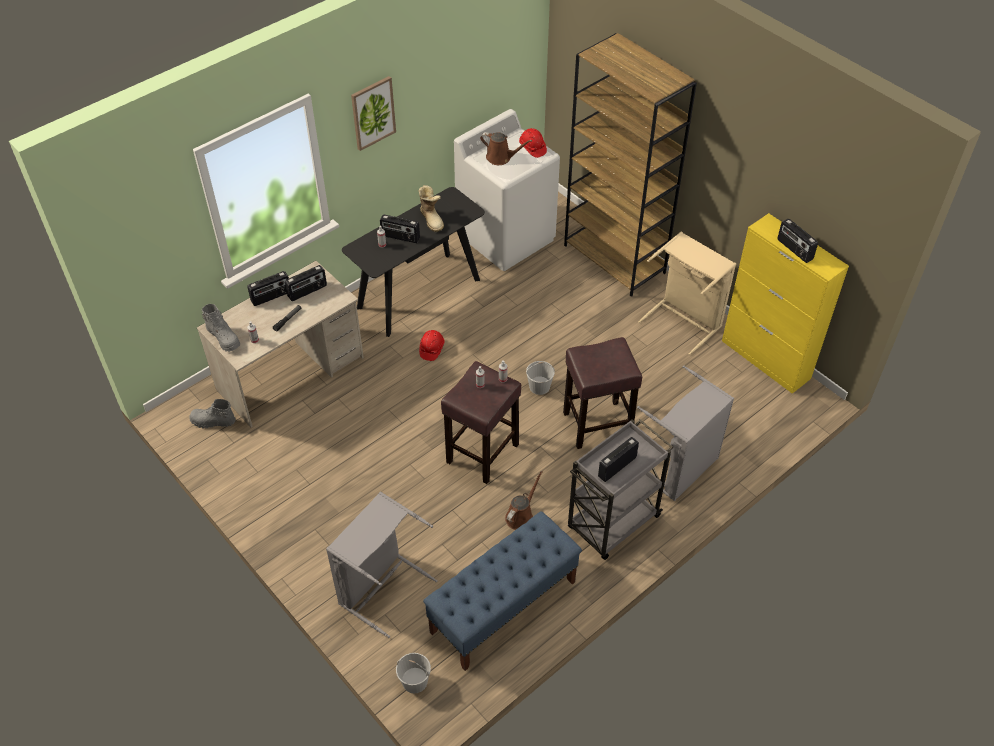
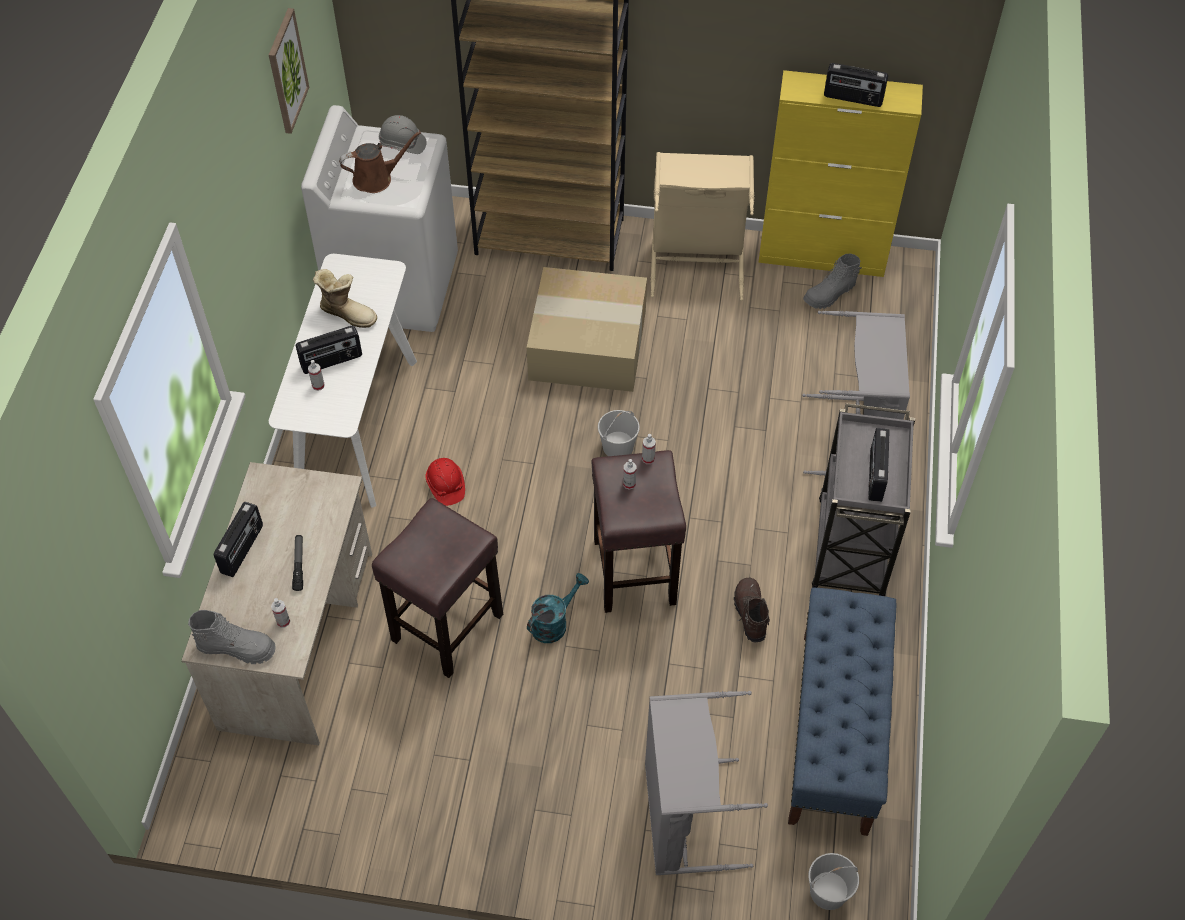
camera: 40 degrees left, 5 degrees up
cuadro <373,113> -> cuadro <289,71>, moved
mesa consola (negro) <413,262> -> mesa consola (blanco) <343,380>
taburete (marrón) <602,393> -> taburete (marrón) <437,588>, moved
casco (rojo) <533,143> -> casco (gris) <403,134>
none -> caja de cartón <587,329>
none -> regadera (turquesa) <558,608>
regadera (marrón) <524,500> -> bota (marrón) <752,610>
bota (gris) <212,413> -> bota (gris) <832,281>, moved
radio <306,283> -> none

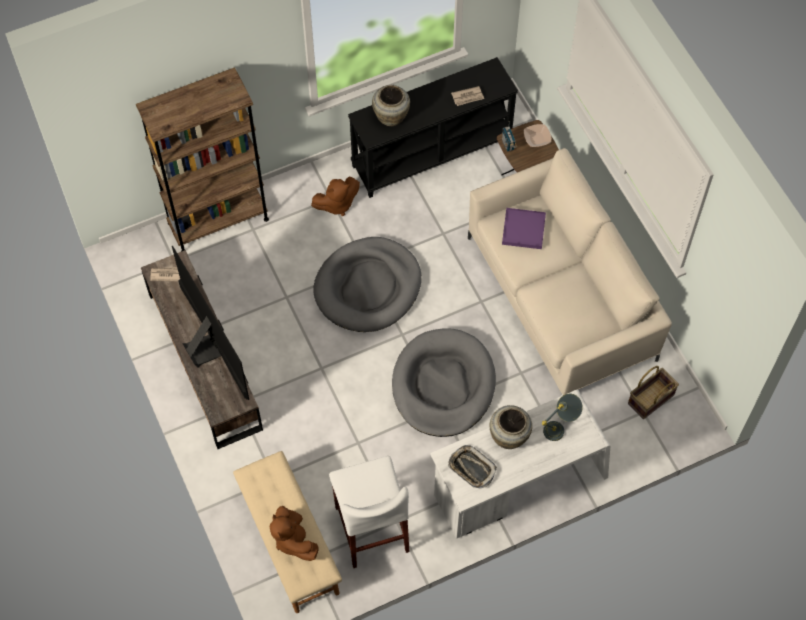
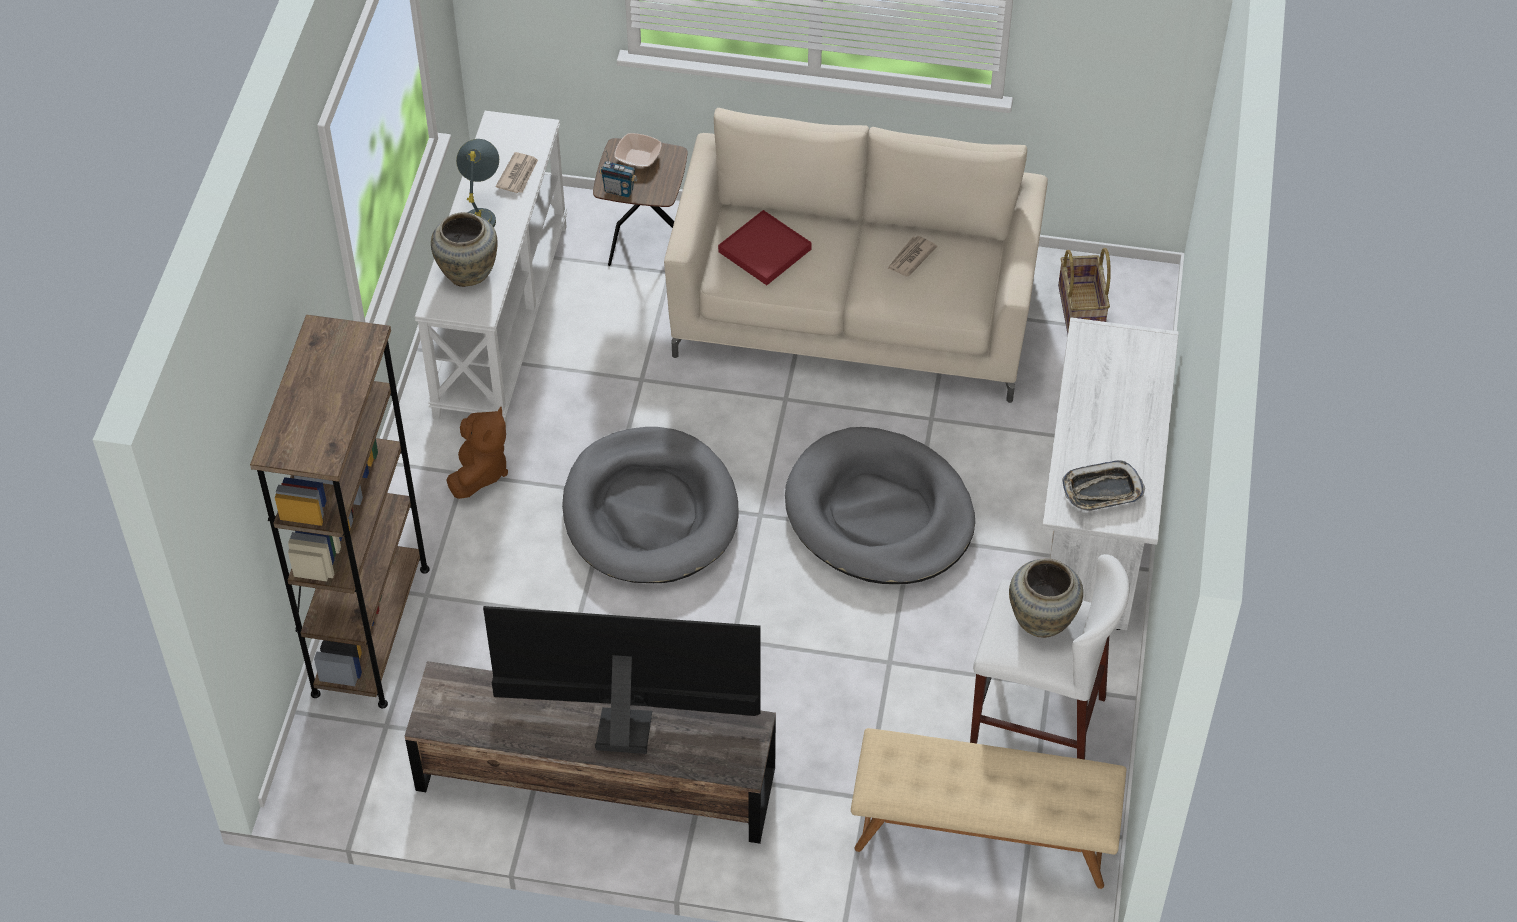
camera: 55 degrees left, 10 degrees down
mesa consola (negro) <433,127> -> mesa consola (blanco) <491,269>
lámpara de mesa (gris) <562,417> -> lámpara de mesa (gris) <477,183>, moved
bandeja (morado) <524,228> -> bandeja (rojo) <765,247>
periódico <165,274> -> periódico <912,256>, moved
florero (beis) <511,427> -> florero (beis) <1046,598>, moved
peluche (marrón) <294,533> -> none

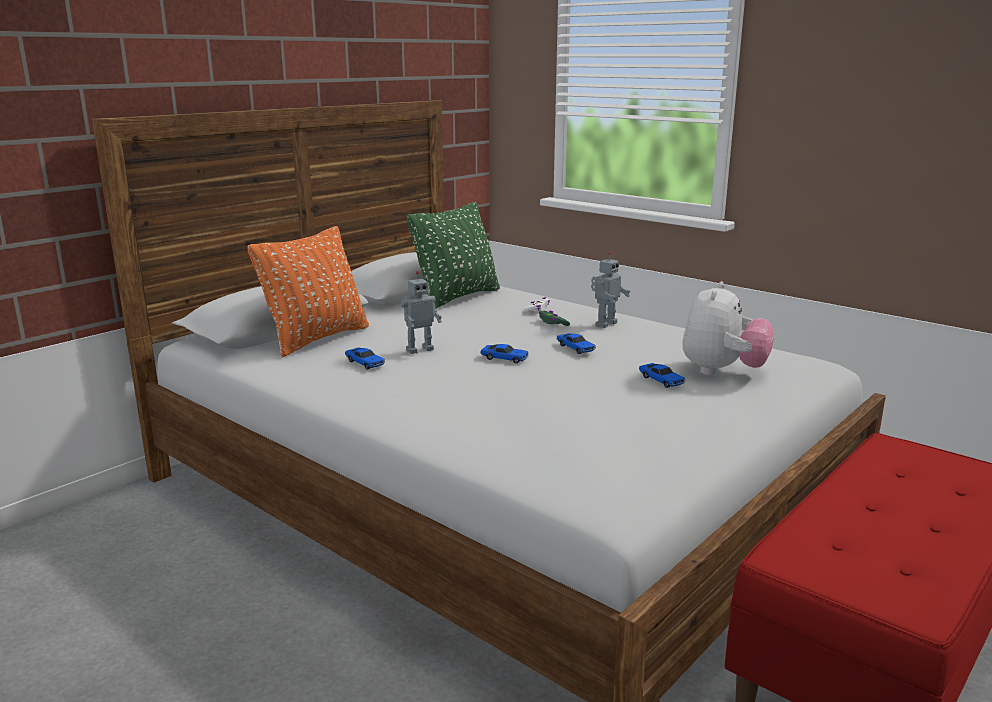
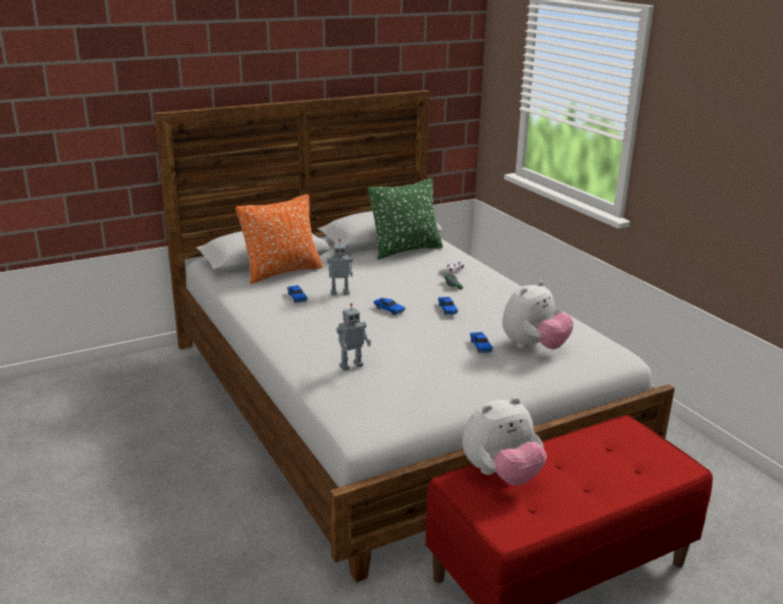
camera: 20 degrees right, 5 degrees up
robot de juguete <610,290> -> robot de juguete <353,337>, moved
none -> peluche <504,441>

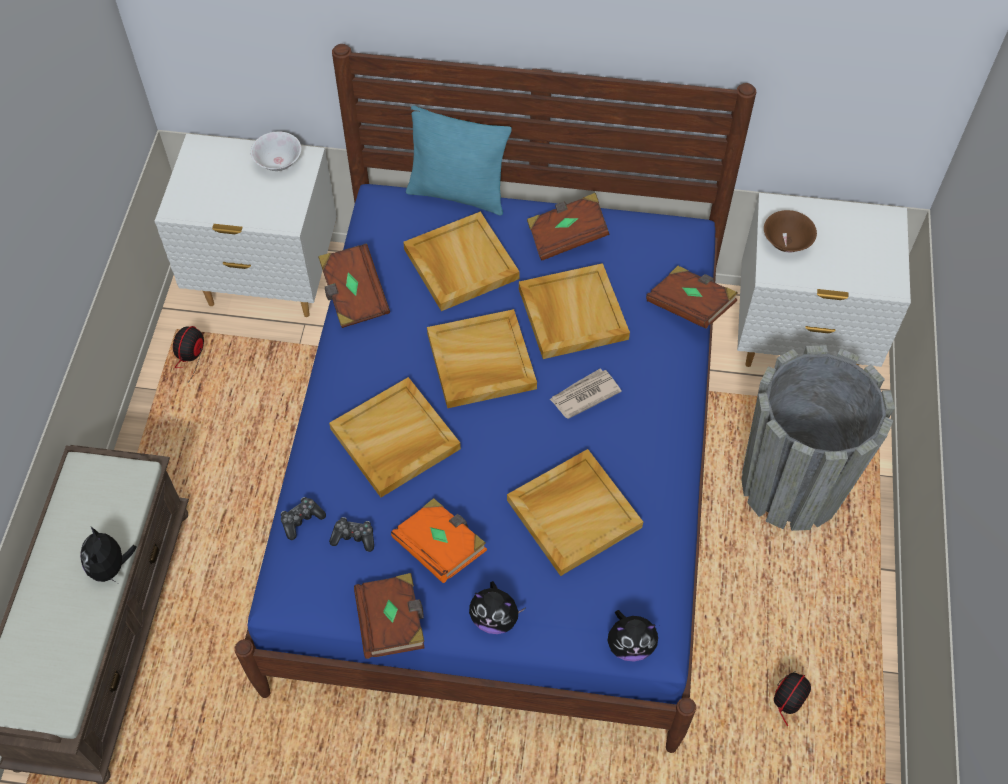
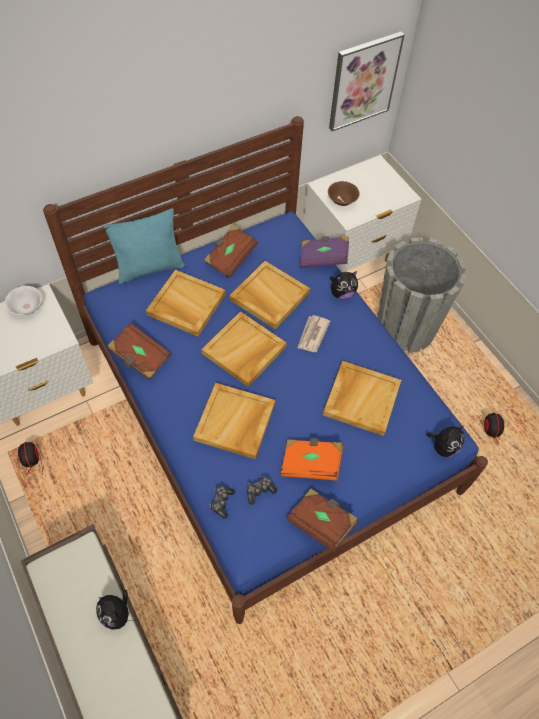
camera: 40 degrees left, 0 degrees up
libro (marrón) <691,297> -> libro (morado) <324,252>
none -> cuadro <367,81>
peluche <497,607> -> peluche <344,285>, moved

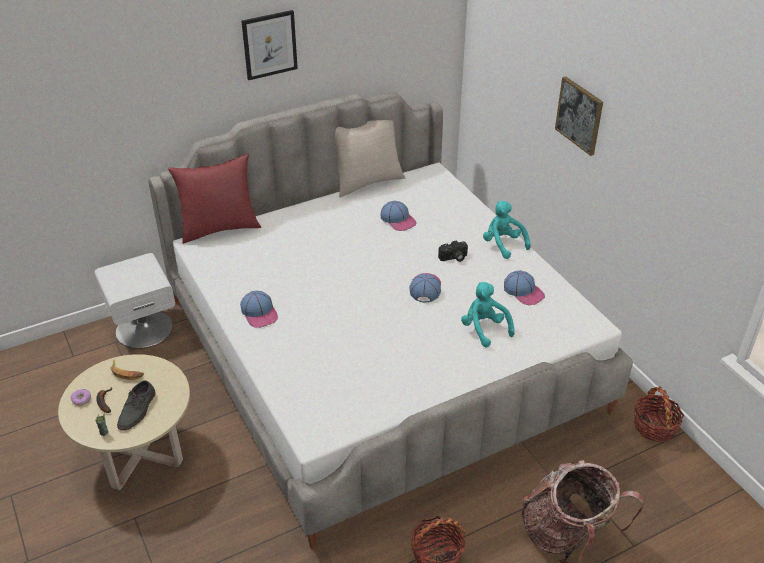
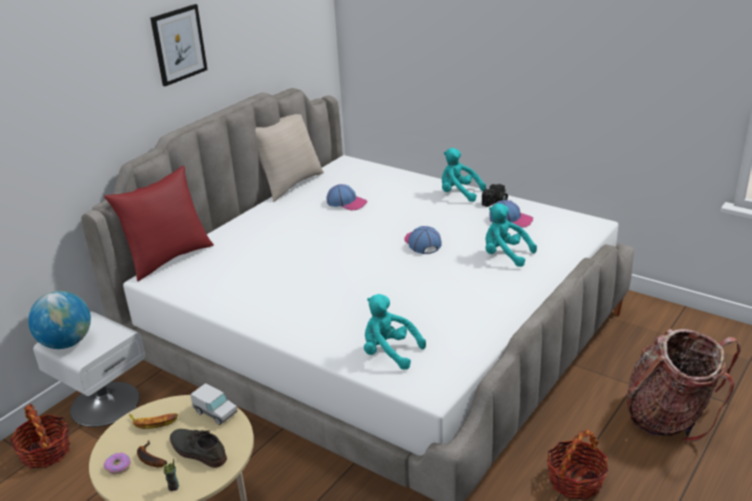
camera: 25 degrees left, 10 degrees down
cesta <659,414> -> cesta <40,436>, moved
none -> globo terráqueo <59,320>
zapato (gris) <136,405> -> zapato (gris) <198,448>, 135 degrees clockwise
none -> camión de juguete <213,404>
none -> peluche (turquesa) <395,332>
cámara <453,251> -> cámara <495,195>, moved
gorra <259,309> -> none
cuadro <579,116> -> none

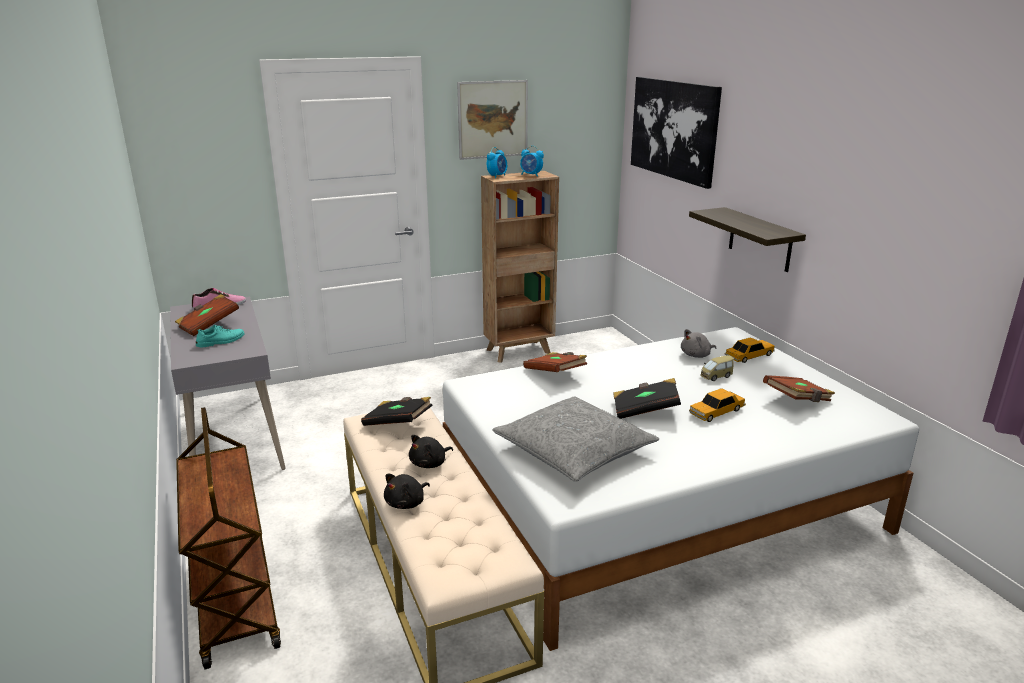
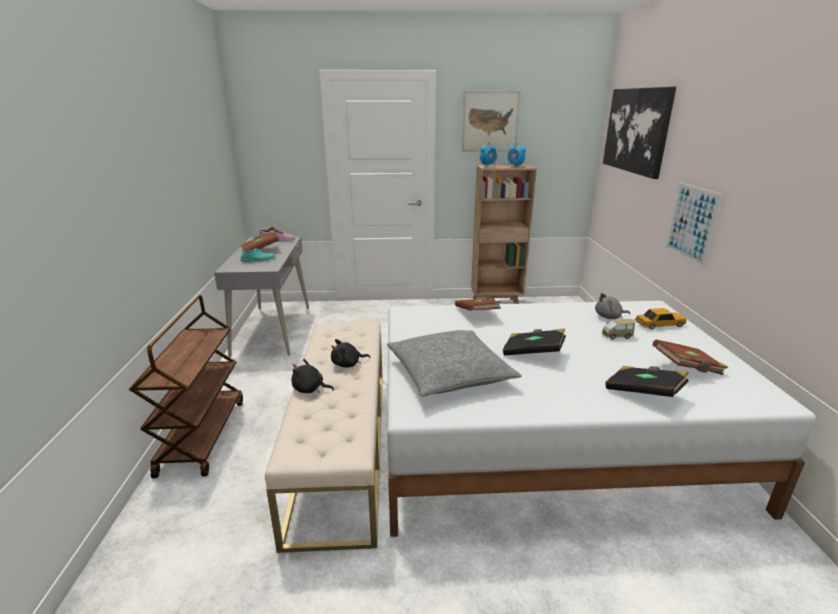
camera: 20 degrees right, 0 degrees up
peluche (negro) <407,491> -> peluche (negro) <312,376>, 45 degrees clockwise
libro (negro) <397,411> -> libro (negro) <647,381>, moved
estante <747,239> -> cuadro <694,225>
coche de juguete <717,405> -> none

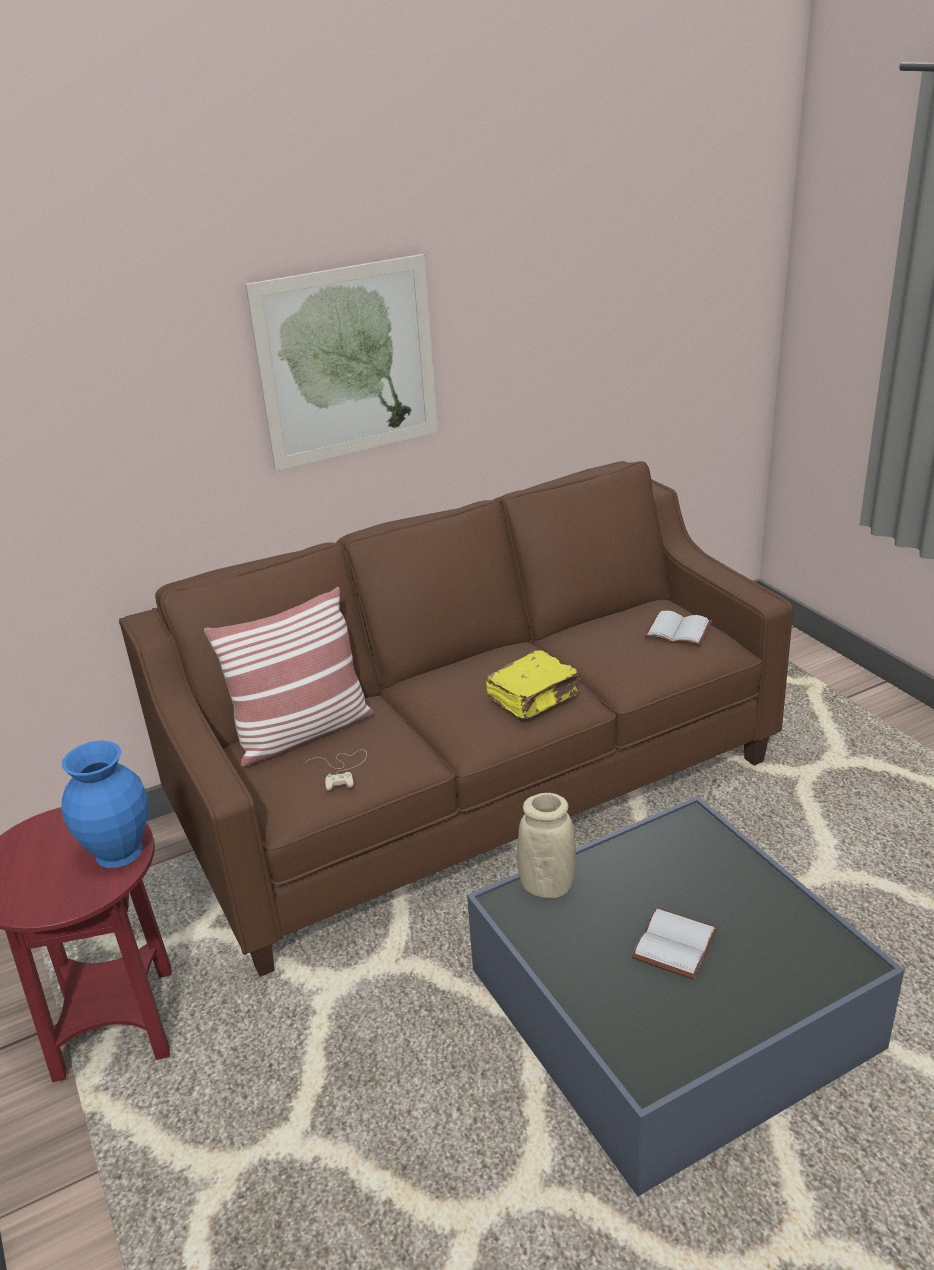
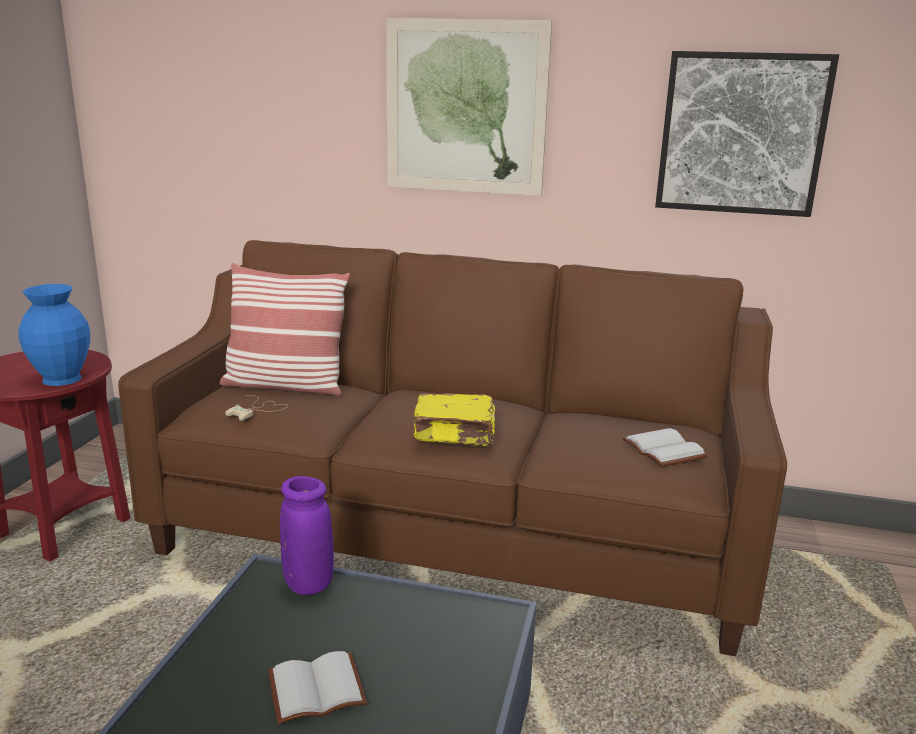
camera: 40 degrees right, 10 degrees down
florero (beis) <546,845> -> florero (morado) <307,535>
none -> cuadro <747,134>

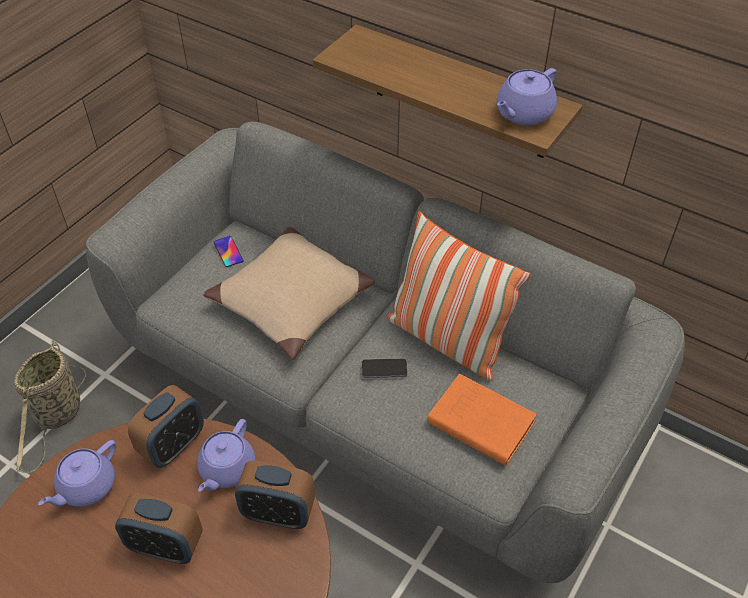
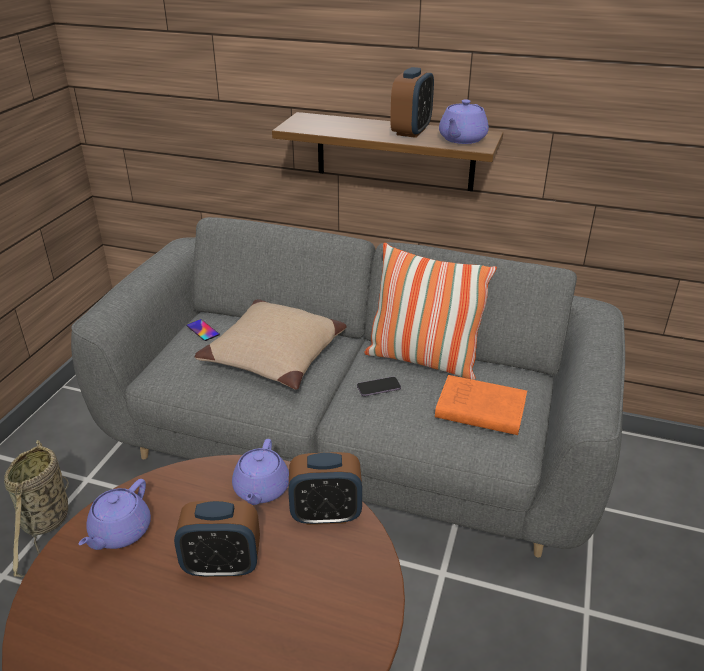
camera: 15 degrees left, 15 degrees down
despertador <166,426> -> despertador <412,102>, moved

